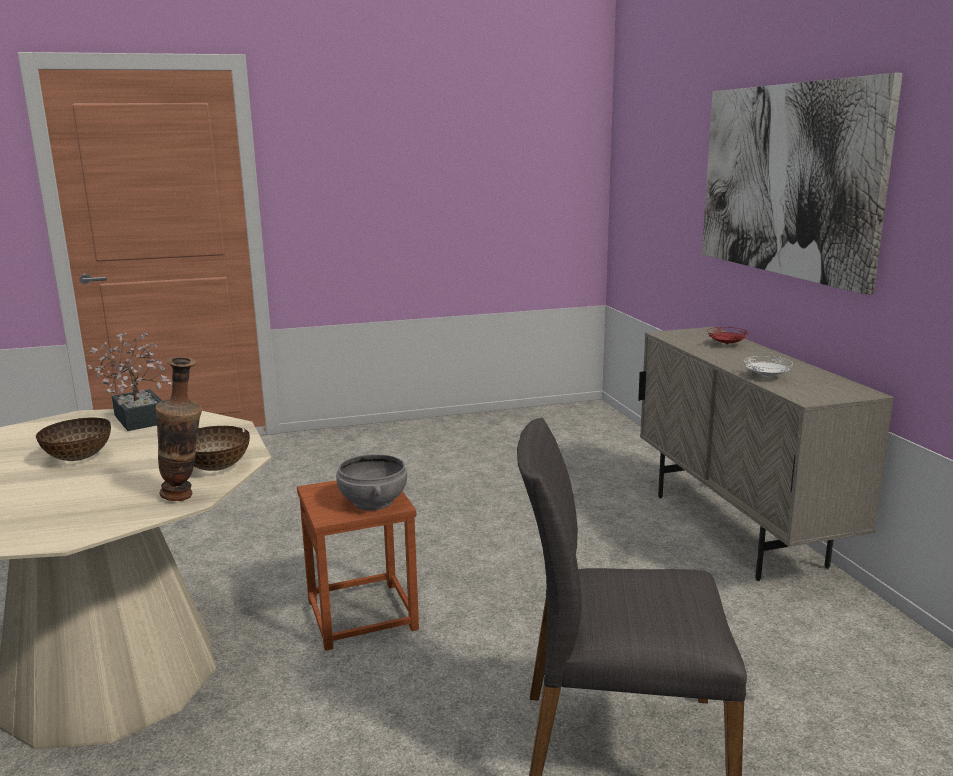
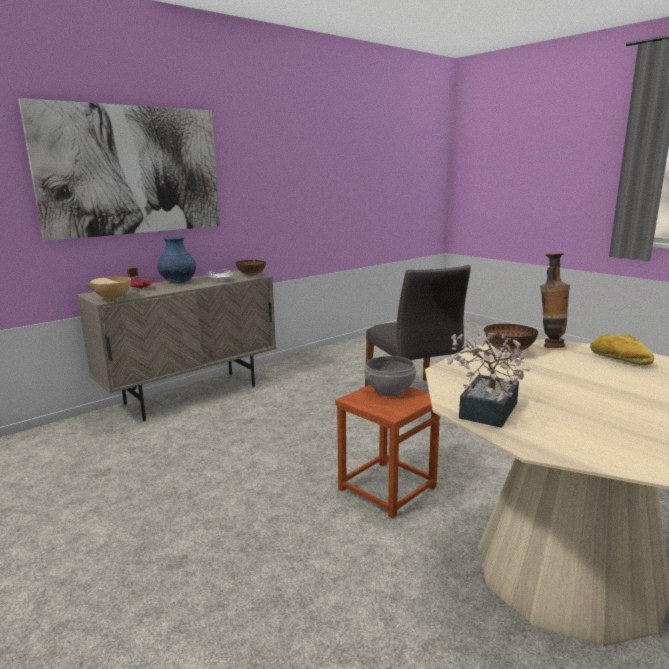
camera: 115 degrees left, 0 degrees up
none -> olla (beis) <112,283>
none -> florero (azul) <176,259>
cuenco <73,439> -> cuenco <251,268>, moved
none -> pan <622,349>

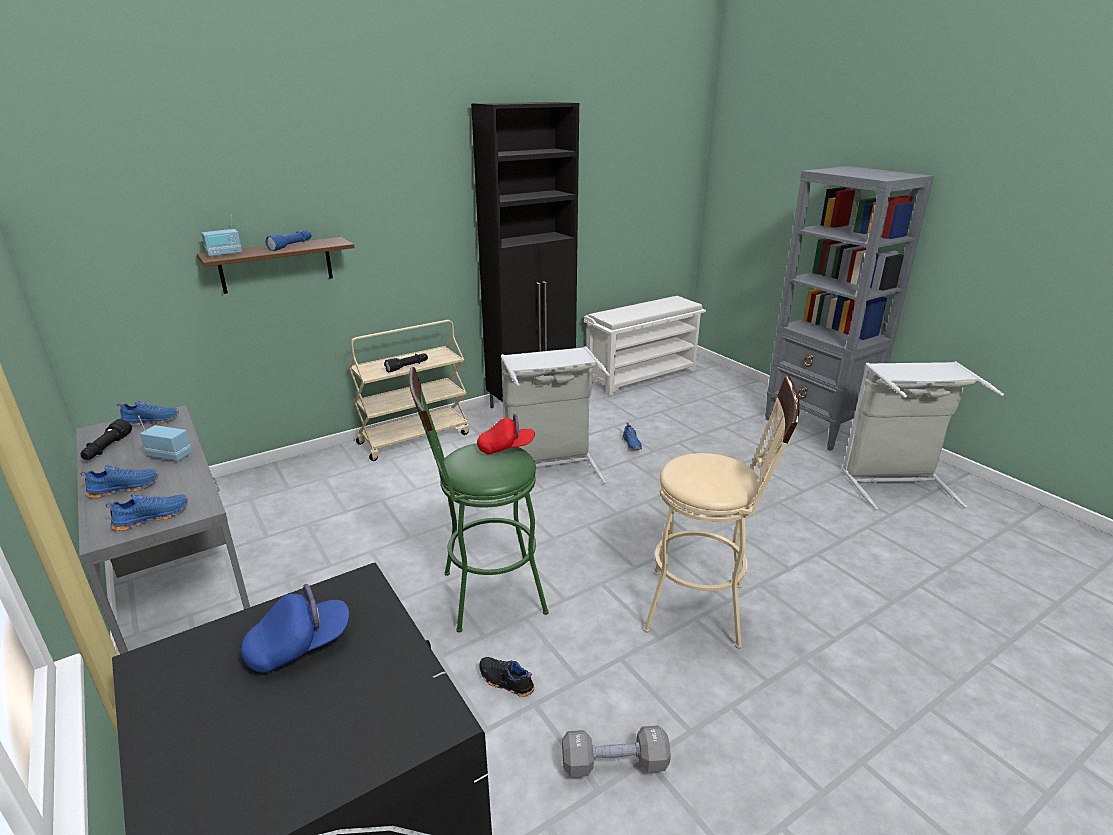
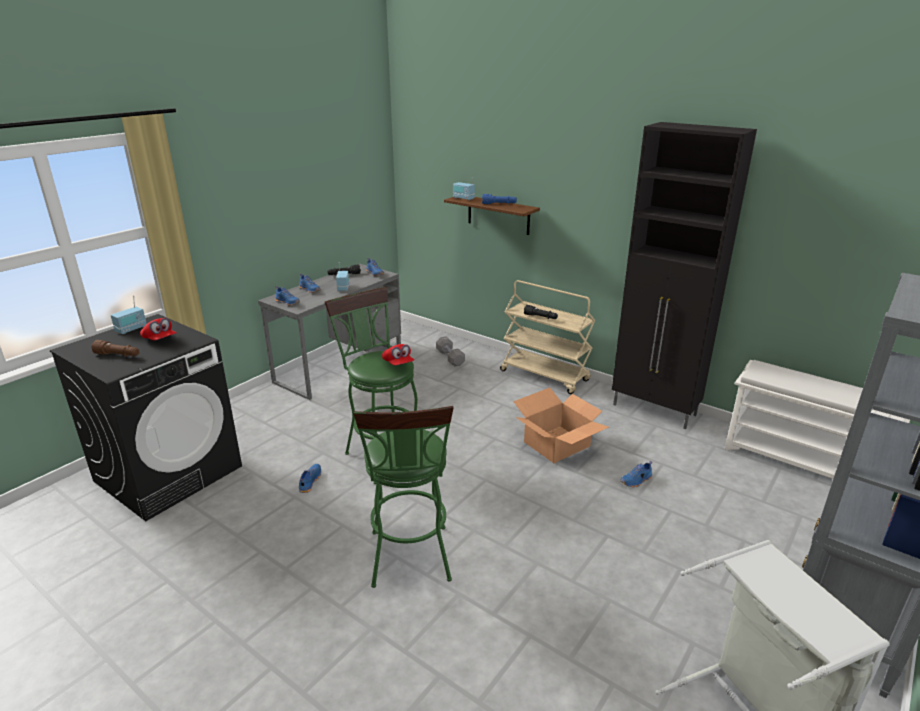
camera: 70 degrees right, 0 degrees up
none -> linterna (marrón) <115,348>
none -> radio <129,315>
gorra (azul) <295,628> -> gorra (rojo) <158,329>
zapato (negro) <507,677> -> zapato (azul) <310,478>
taburete (beis) <722,512> -> taburete (verde) <403,497>
mancuerna (gris) <616,751> -> mancuerna (gris) <450,352>, moved
cesto de la ropa (gris) <555,419> -> caja de cartón <561,425>

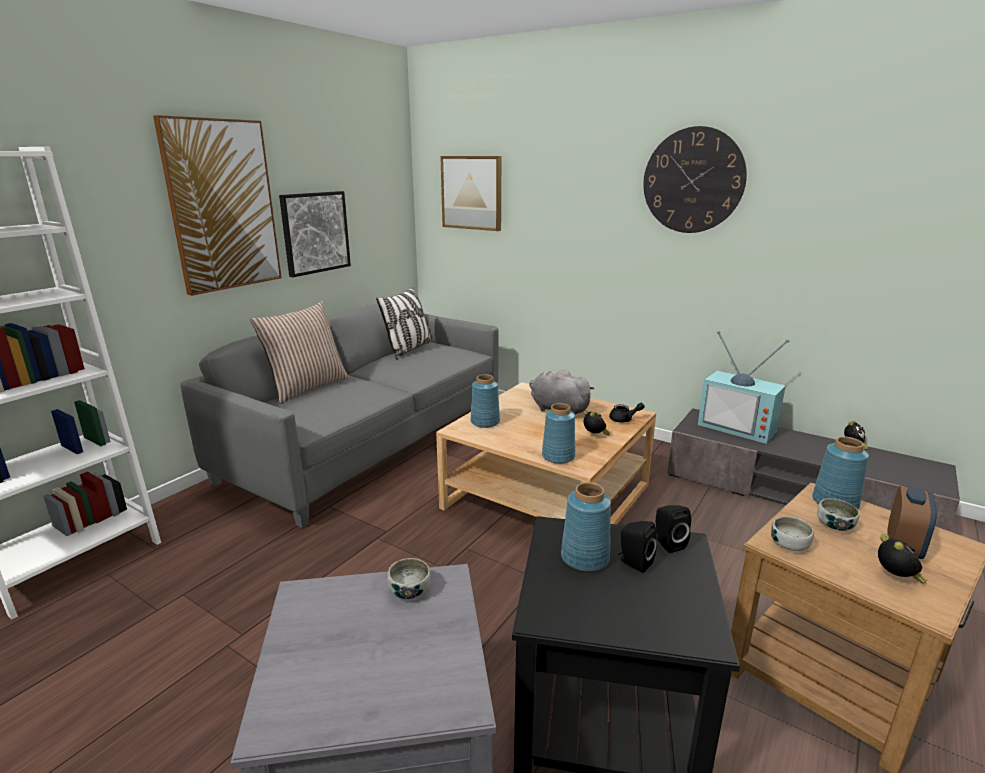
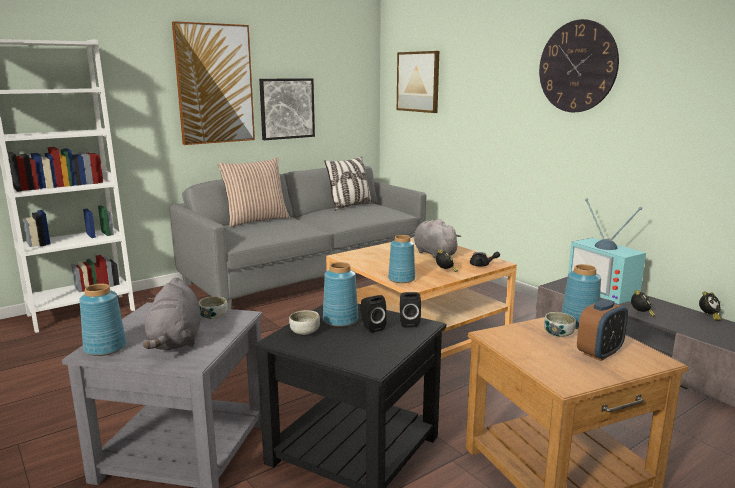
camera: 20 degrees right, 5 degrees down
florero (azul) <485,401> -> florero (azul) <102,320>, moved
none -> peluche (gris) <172,313>
cuenco <792,533> -> cuenco <304,322>, moved
despertador <902,559> -> despertador <643,303>, moved

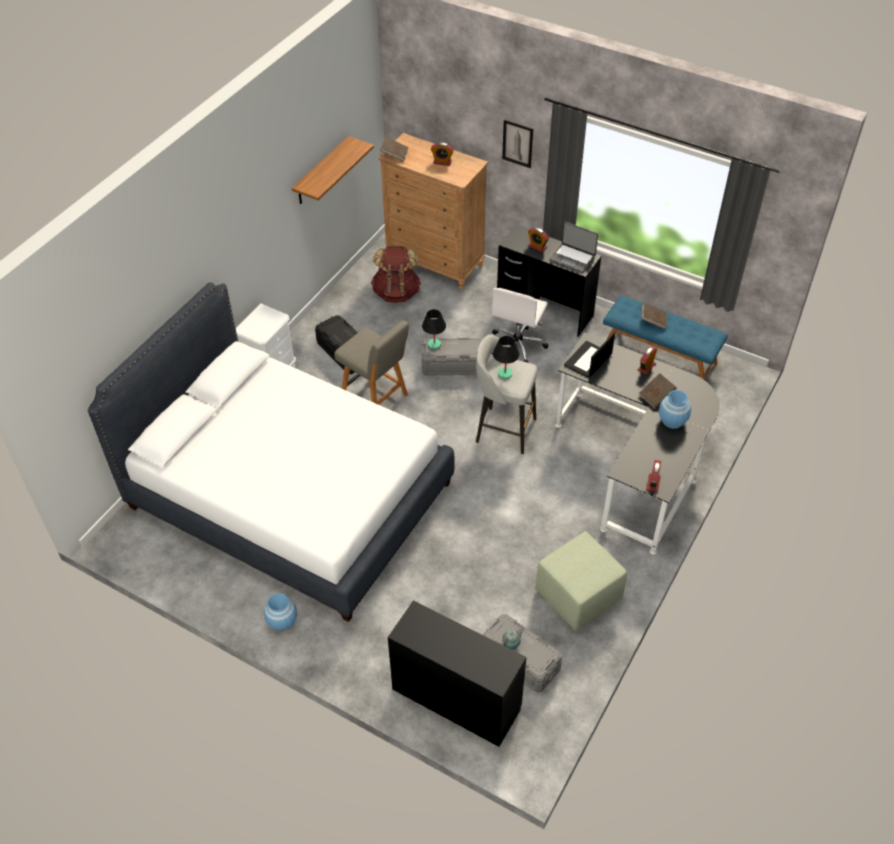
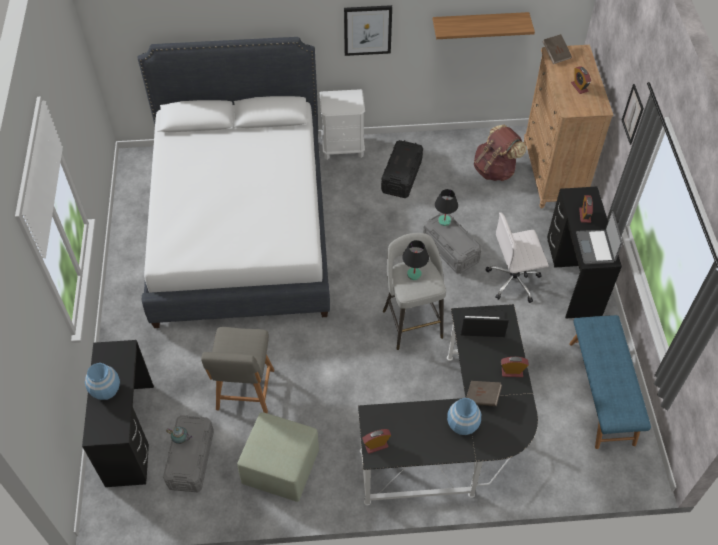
camera: 55 degrees right, 5 degrees up
florero (azul) <280,612> -> florero (azul) <102,381>, moved
silla (gris) <371,362> -> silla (gris) <237,370>, moved
none -> cuadro <368,30>
libro (marrón) <654,316> -> none

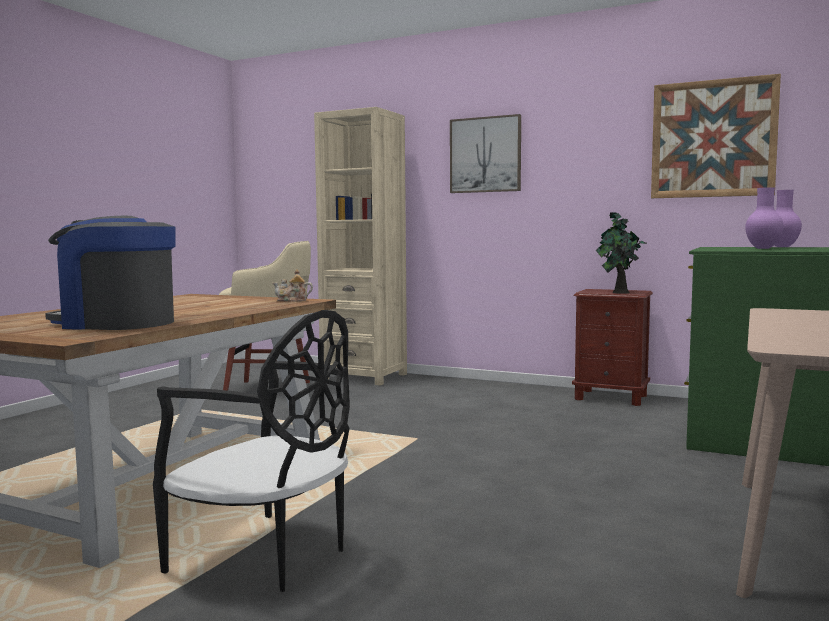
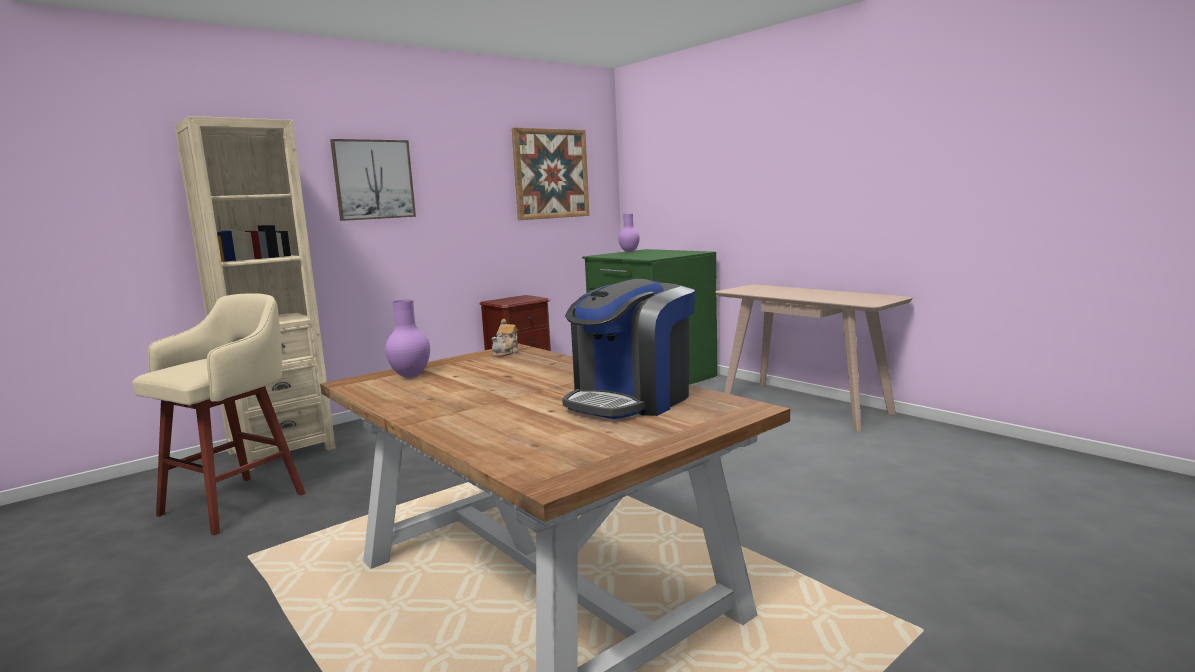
camera: 65 degrees left, 5 degrees up
florero (morado) <764,218> -> florero (morado) <407,338>, moved
silla (negro) <251,451> -> none
planta en maceta <621,253> -> none

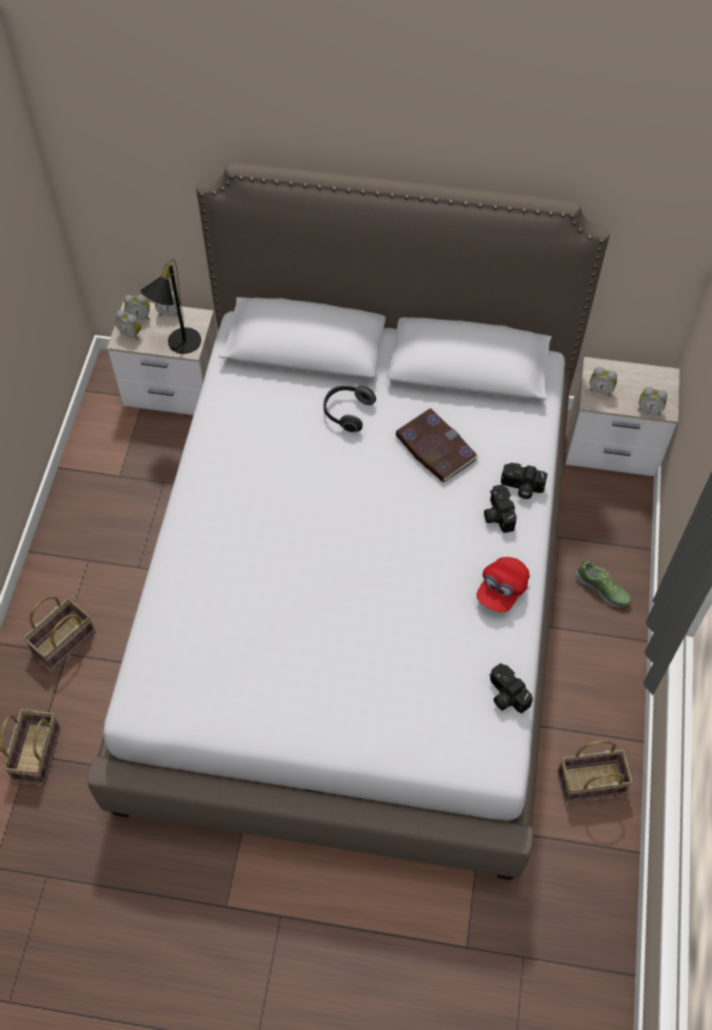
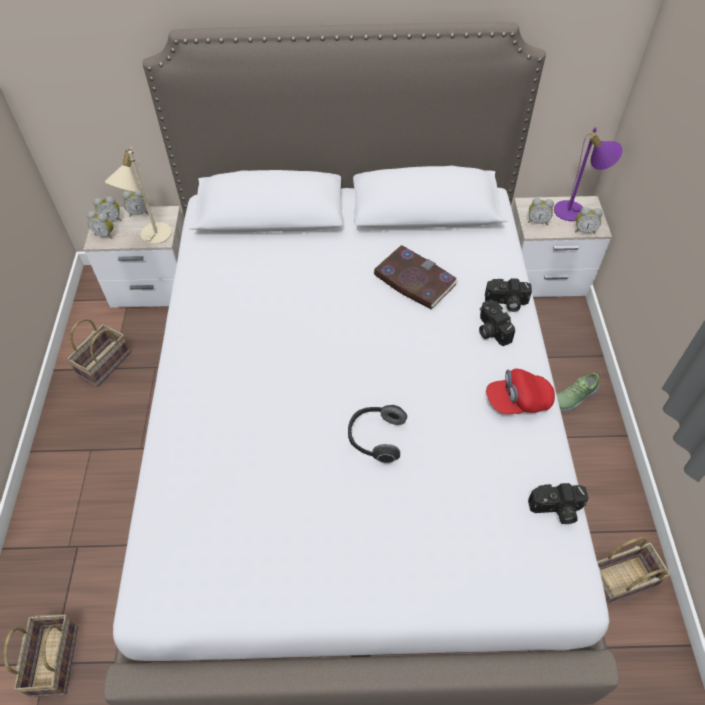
camera: 10 degrees left, 5 degrees down
cesta <59,633> -> cesta <99,353>, moved
lámpara de mesa (negro) <171,307> -> lámpara de mesa (beis) <138,195>
auriculares <349,409> -> auriculares <377,434>, moved
gorra (rojo) <503,584> -> gorra (rojo) <520,391>, 60 degrees clockwise
cámara <511,688> -> cámara <558,503>, 45 degrees counterclockwise
none -> lámpara de mesa (morado) <588,174>
zapato <603,583> -> zapato <579,391>, 120 degrees clockwise

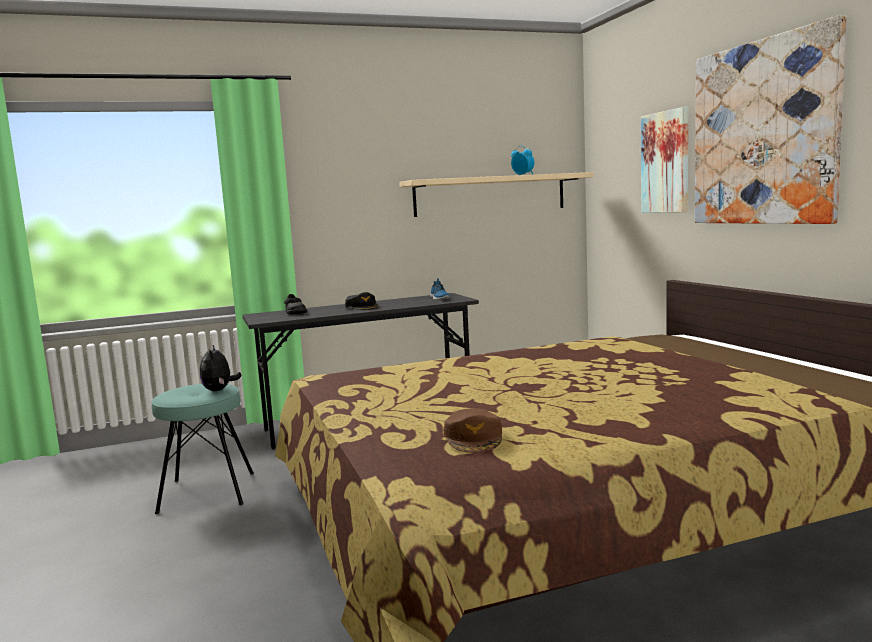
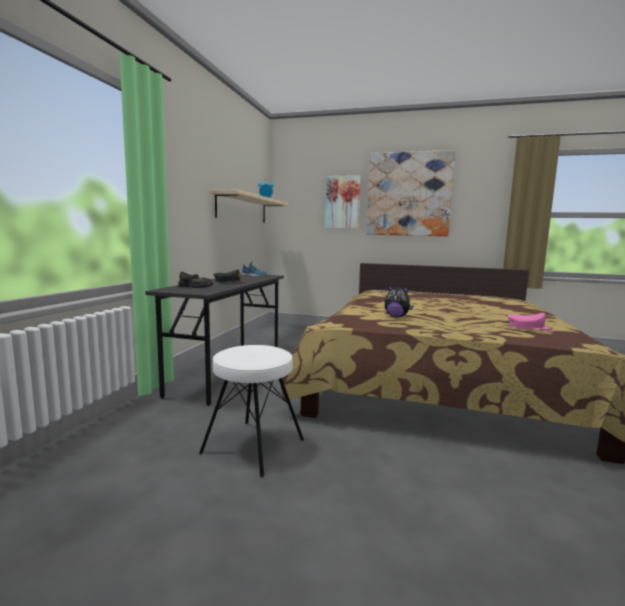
camera: 55 degrees left, 0 degrees up
taburete (turquesa) <203,449> -> taburete (blanco) <251,411>
peluche <221,368> -> peluche <399,301>, moved
gorra (marrón) <472,430> -> gorra (rosa) <531,322>

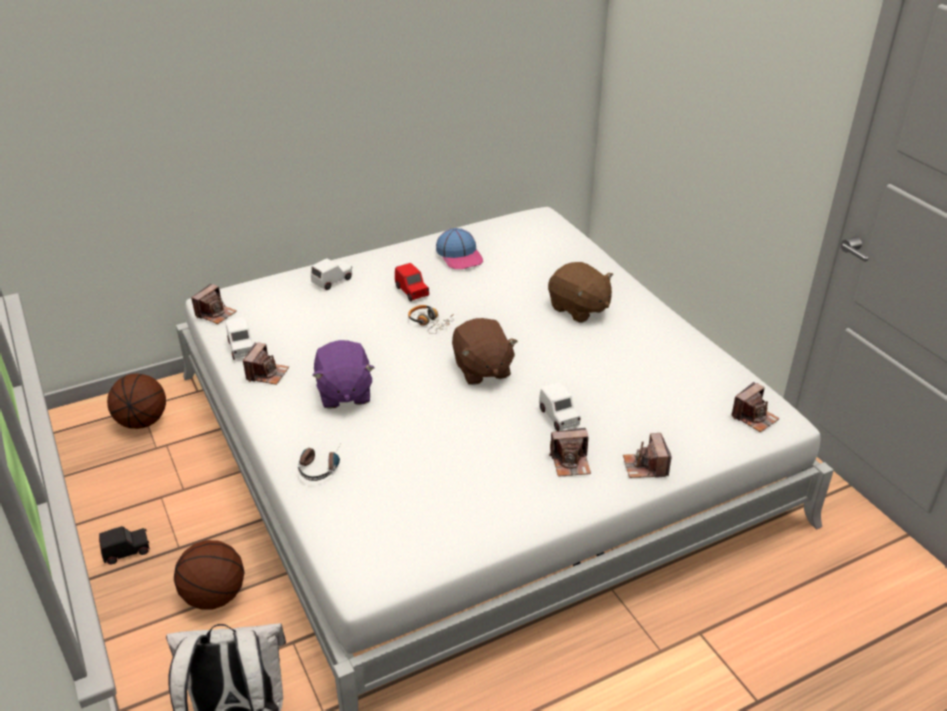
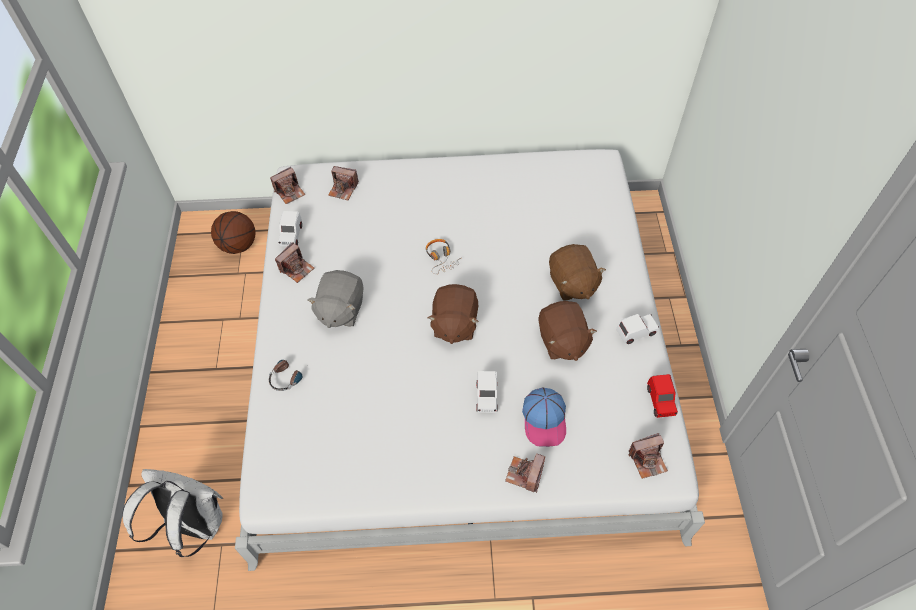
camera: 25 degrees right, 20 degrees up
peluche (morado) <343,374> -> peluche (gris) <335,299>
cámara <570,452> -> cámara <343,183>, moved
gorra <459,248> -> gorra <544,417>, moved
none -> peluche (marrón) <568,331>
coche de juguete (blanco) <331,274> -> coche de juguete (blanco) <637,329>, moved
coche de juguete (rojo) <412,282> -> coche de juguete (rojo) <662,396>, moved
coche de juguete (negro) <124,545> -> none
balón de baloncesto <209,574> -> none

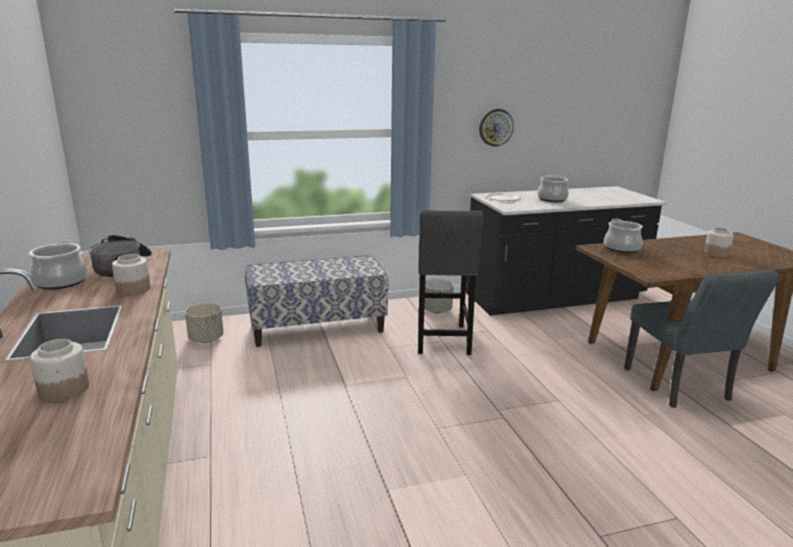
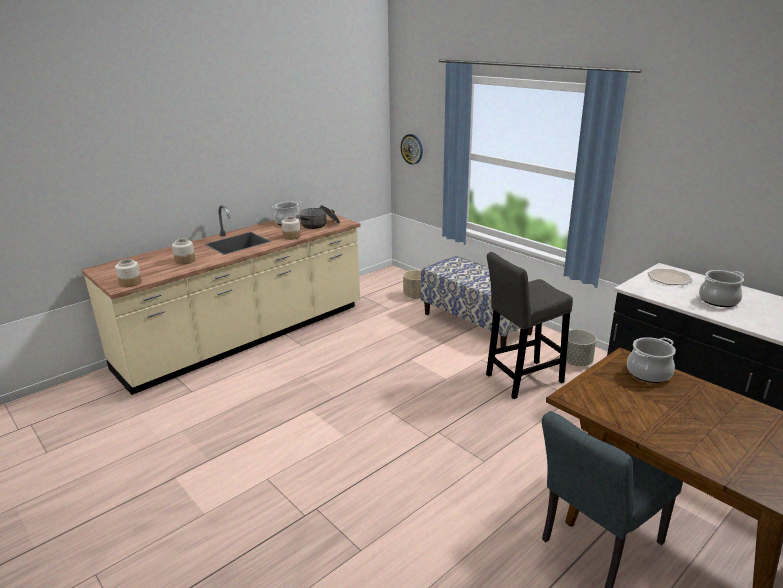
camera: 65 degrees right, 5 degrees up
tarro <719,242> -> tarro <128,273>, moved
reloj de pared <496,128> -> reloj de pared <412,149>, moved

